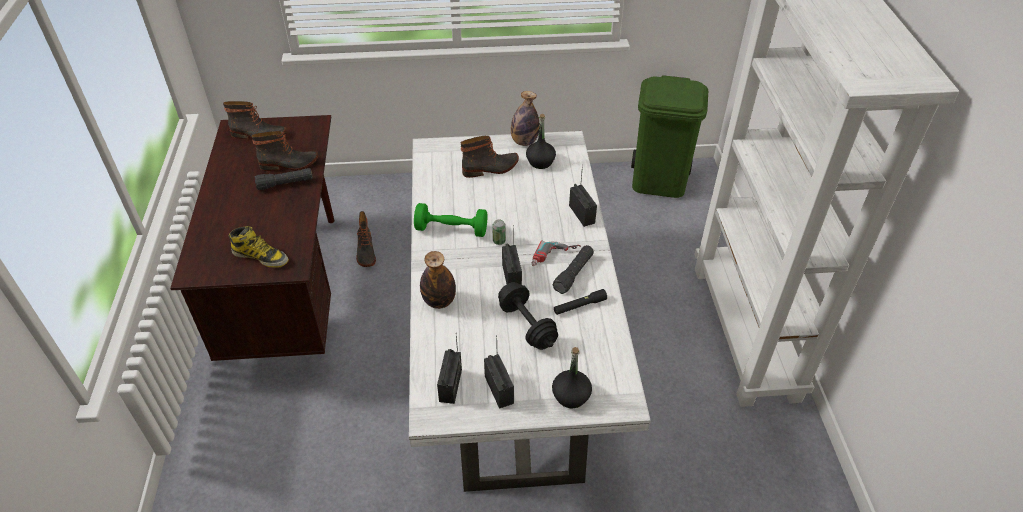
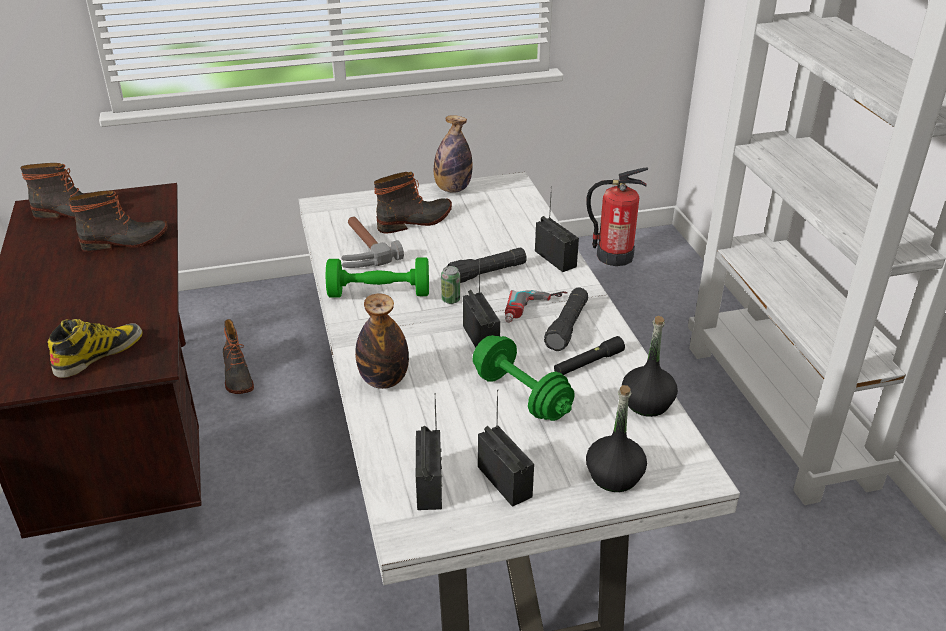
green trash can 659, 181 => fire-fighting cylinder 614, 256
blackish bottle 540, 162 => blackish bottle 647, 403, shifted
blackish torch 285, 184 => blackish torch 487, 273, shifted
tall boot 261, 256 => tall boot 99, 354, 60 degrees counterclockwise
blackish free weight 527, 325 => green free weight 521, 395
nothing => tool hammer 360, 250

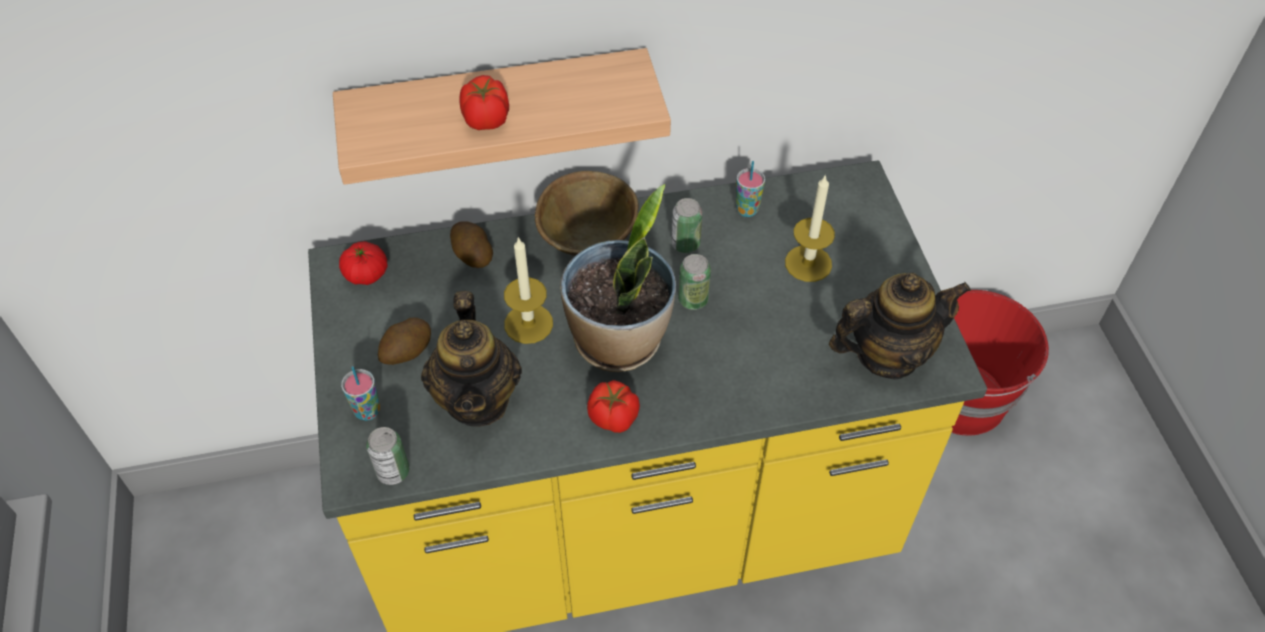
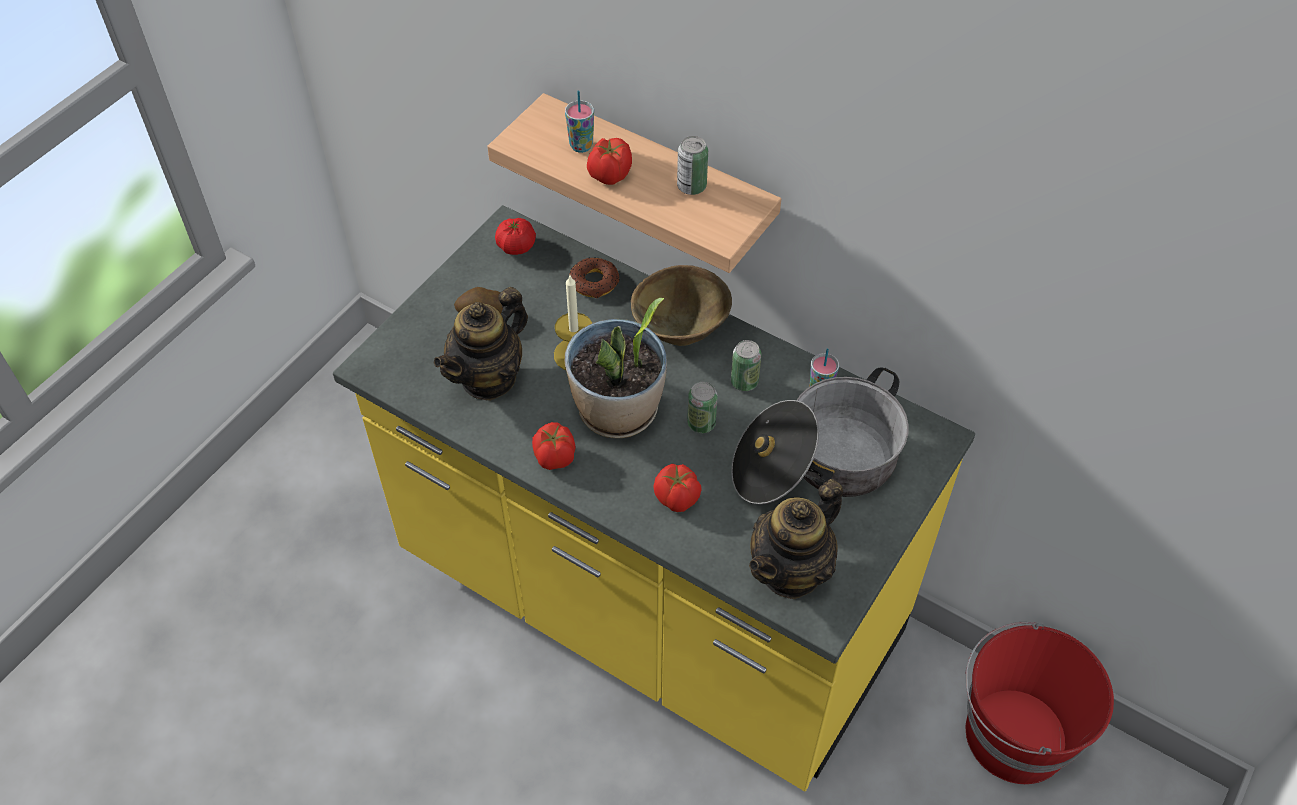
wax candle 808, 263 => saucepot 816, 463
spud 472, 254 => doughnut 594, 282
tea pot 887, 354 => tea pot 791, 571, 105 degrees clockwise
cup 367, 411 => cup 581, 146, shifted
metal can 393, 472 => metal can 691, 186, shifted
nothing => fresh tomato 677, 498

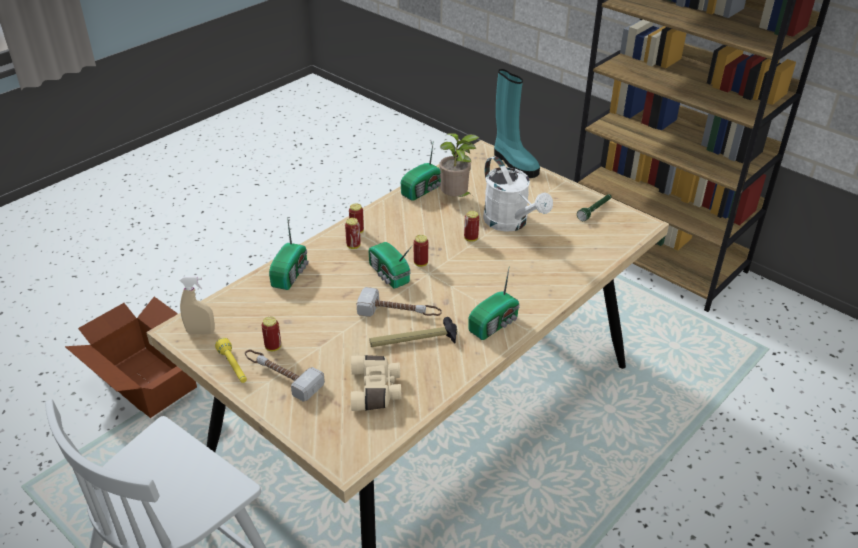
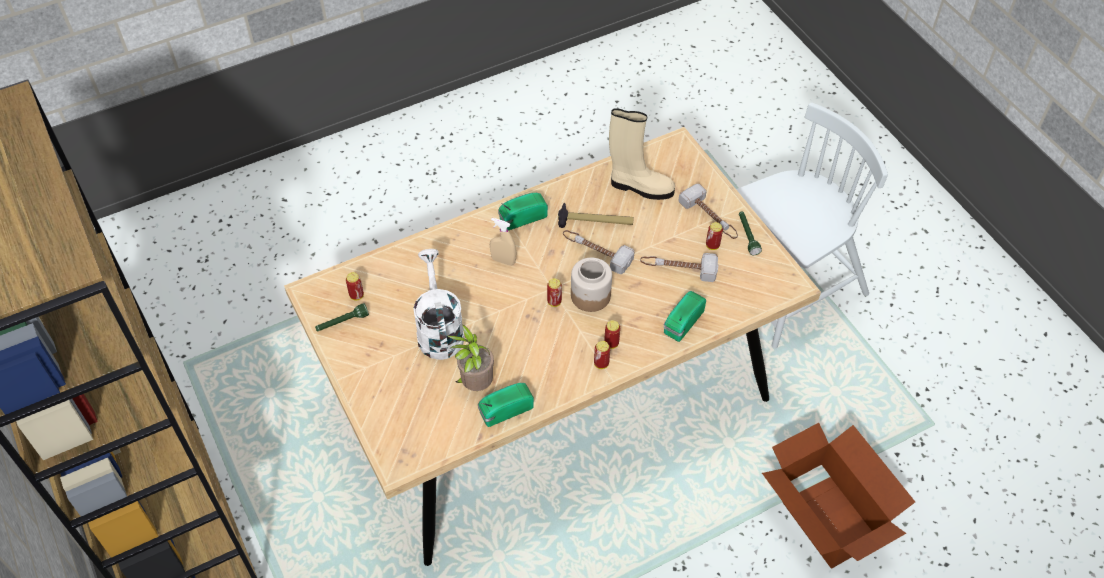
turquoise-coloured tall boot 514, 163 => nothing
metal can 471, 238 => metal can 356, 295, shifted
radio set 389, 275 => storage jar 590, 295
beige spray bottle 200, 332 => beige spray bottle 503, 261, shifted
yellowish torch 233, 367 => green torch 747, 236
beige field glasses 377, 390 => beige tall boot 640, 187
nothing => tool hammer 678, 268

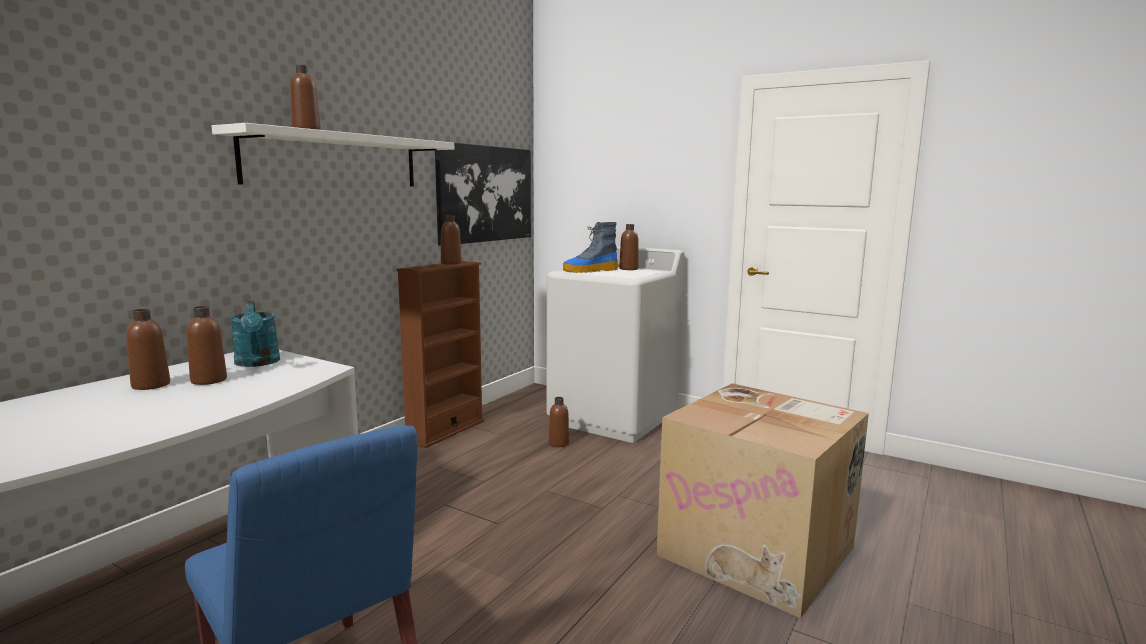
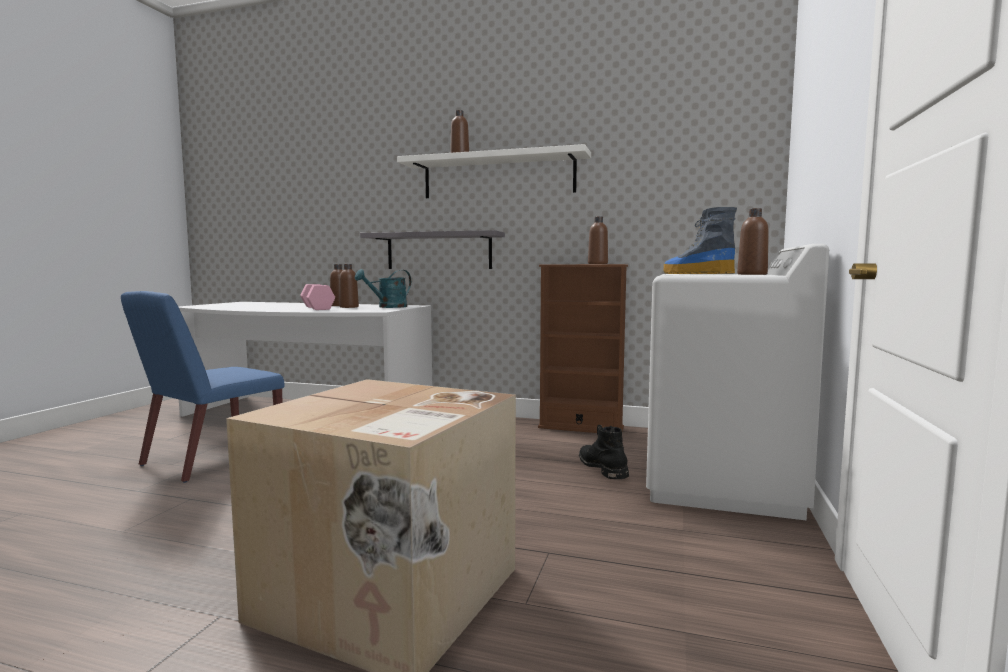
picture 485, 194 => nothing
brown-coloured bottle 558, 443 => blackish tall boot 602, 467
nothing => grey wall shelf 438, 251
nothing => pink free weight 318, 308

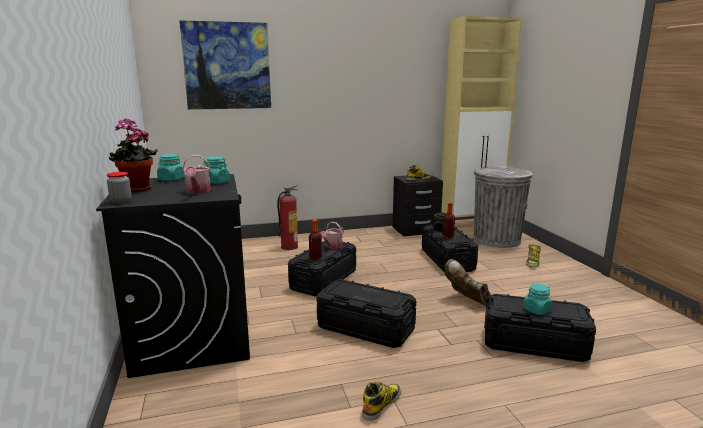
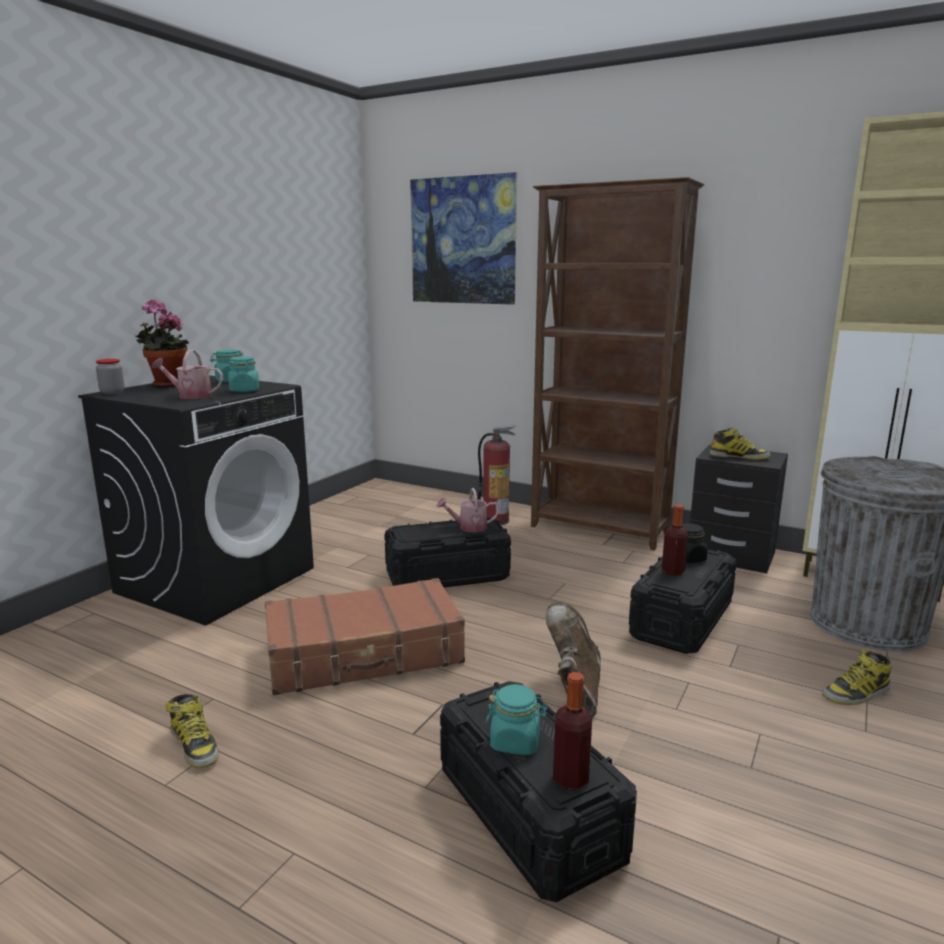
sprinkling can 197, 191 => sprinkling can 190, 396, 60 degrees clockwise
bottle 315, 258 => bottle 570, 778, shifted
blackish storage container 365, 328 => brown-coloured travel case 365, 654
tall boot 381, 404 => tall boot 195, 745, 60 degrees clockwise
nothing => brown-coloured bookcase 600, 530

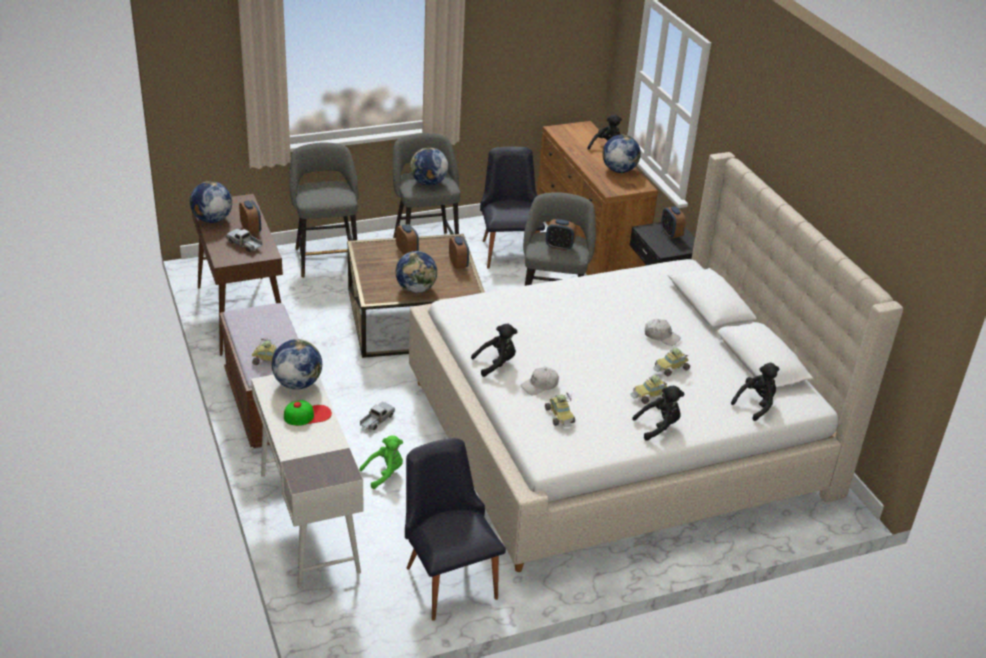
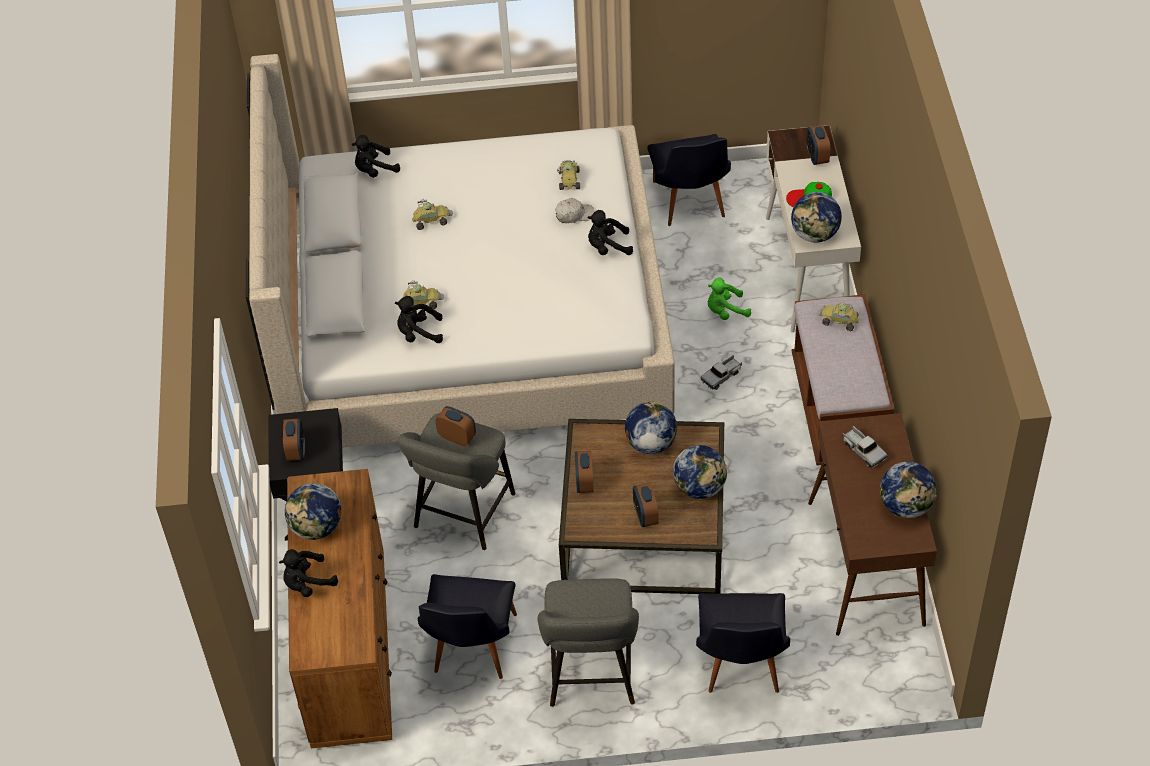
grey stool seat 326, 258 => blackish plain chair 741, 667
world globe 428, 183 => world globe 700, 487, shifted
alarm clock 251, 229 => alarm clock 817, 157, shifted
whitish peaked cap 661, 336 => nothing
toy car 650, 396 => toy car 421, 302, shifted
blackish cuddly toy 659, 426 => blackish cuddly toy 418, 333, shifted

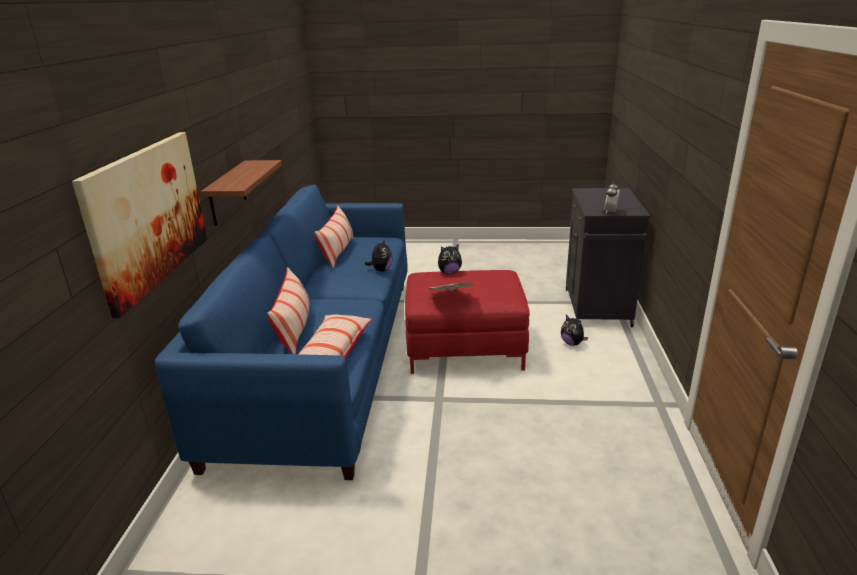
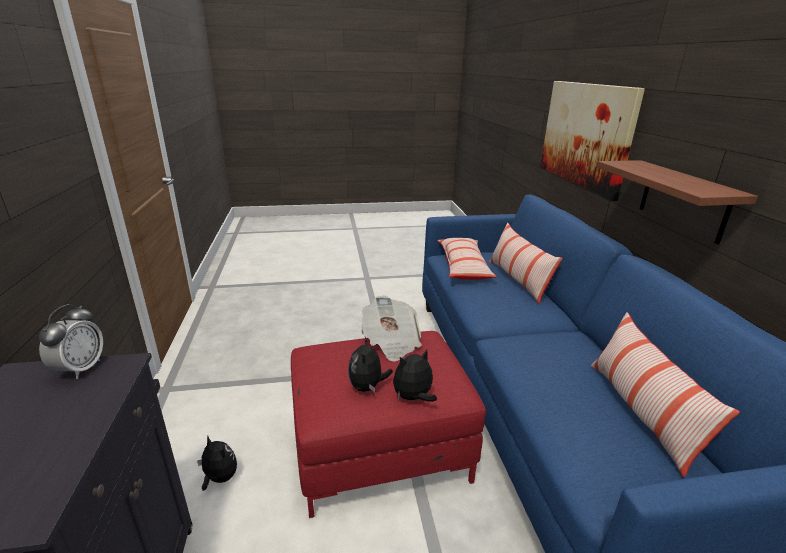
cuddly toy 381, 270 => cuddly toy 367, 387, shifted

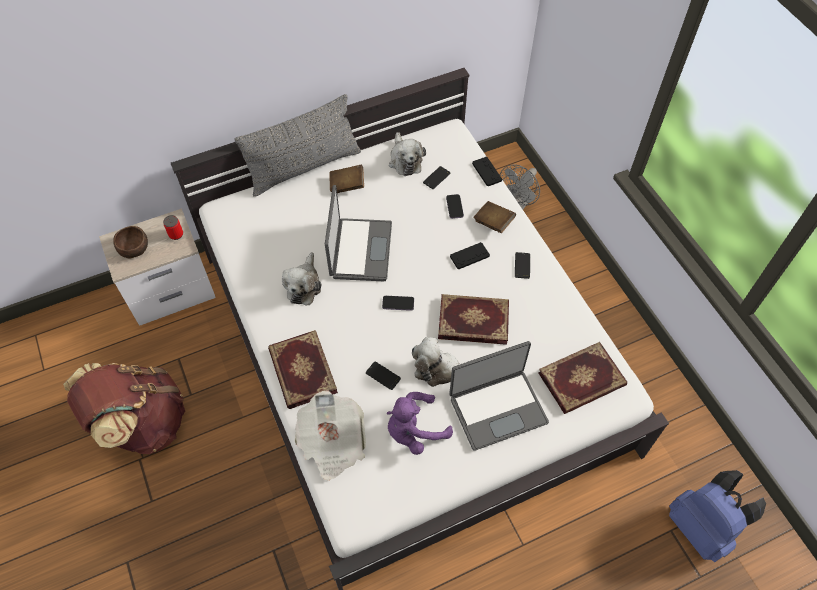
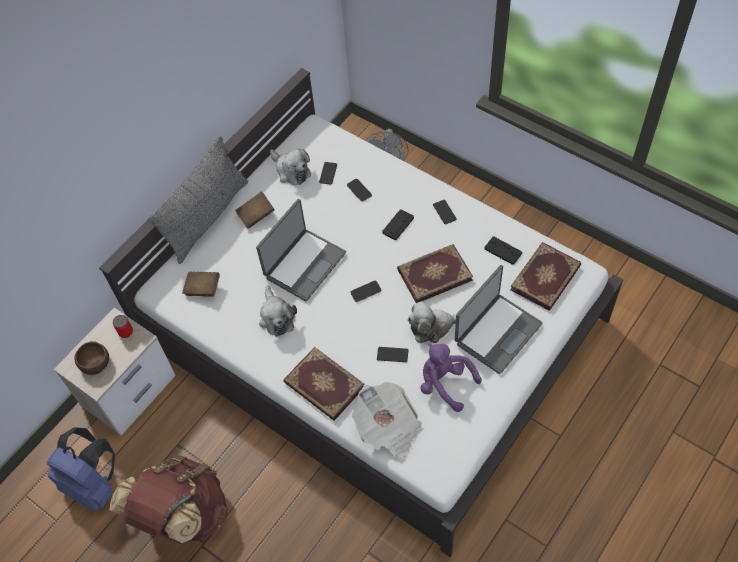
blackish game controller 487, 172 => blackish game controller 503, 251, shifted
laptop 359, 250 => laptop 304, 264, 60 degrees clockwise
brown-coloured bound book 493, 222 => brown-coloured bound book 203, 289, shifted
purple-coloured cuddly toy 414, 431 => purple-coloured cuddly toy 445, 384, 90 degrees clockwise
blue-coloured rucksack 701, 527 => blue-coloured rucksack 94, 484, shifted

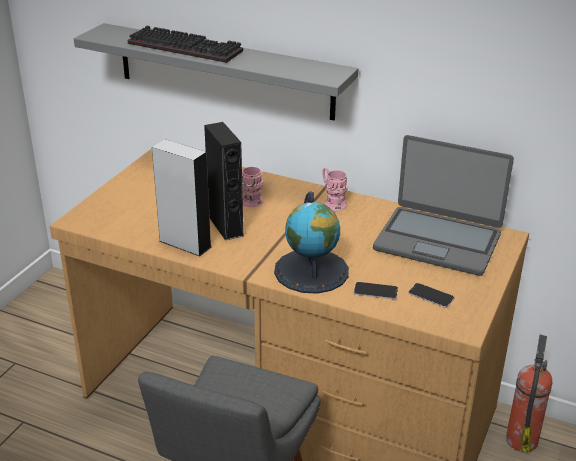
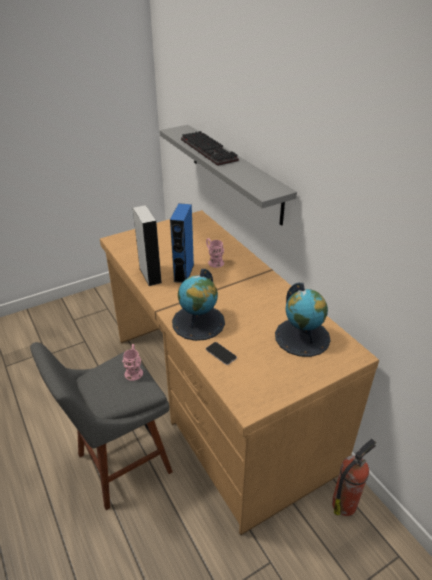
blackish audio speaker 225, 225 => blue-coloured audio speaker 184, 273
laptop 438, 241 => world globe 302, 337
pink mug 332, 202 => pink mug 134, 370, shifted
phone 431, 296 => nothing

